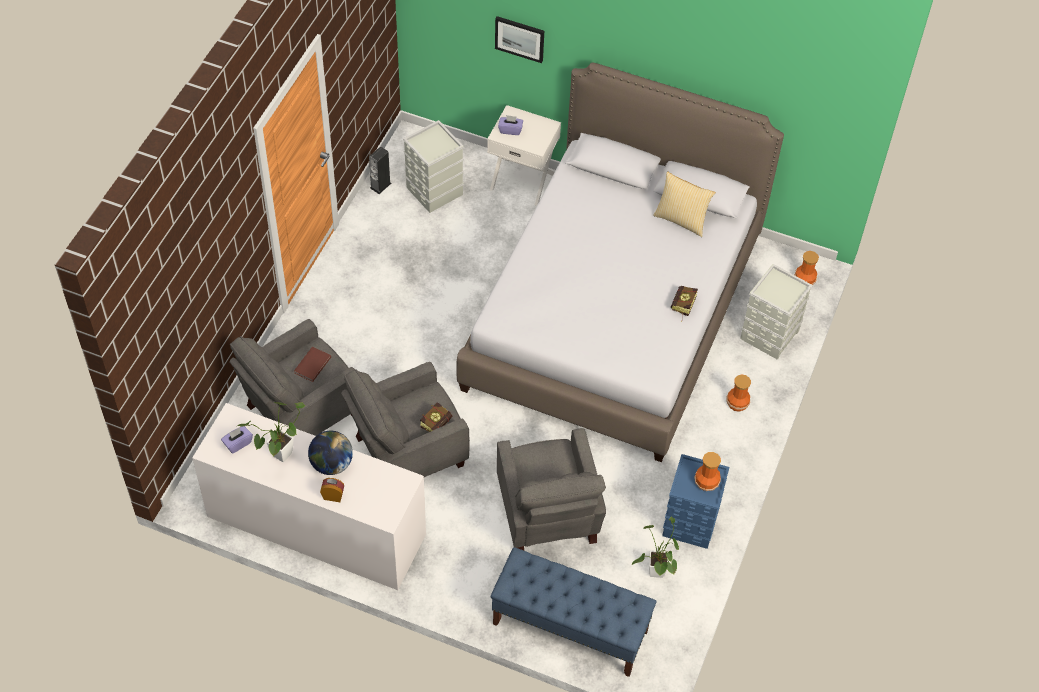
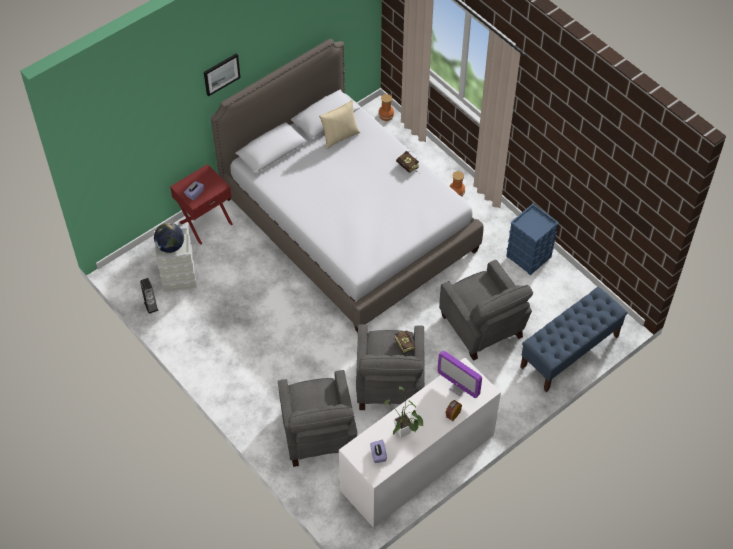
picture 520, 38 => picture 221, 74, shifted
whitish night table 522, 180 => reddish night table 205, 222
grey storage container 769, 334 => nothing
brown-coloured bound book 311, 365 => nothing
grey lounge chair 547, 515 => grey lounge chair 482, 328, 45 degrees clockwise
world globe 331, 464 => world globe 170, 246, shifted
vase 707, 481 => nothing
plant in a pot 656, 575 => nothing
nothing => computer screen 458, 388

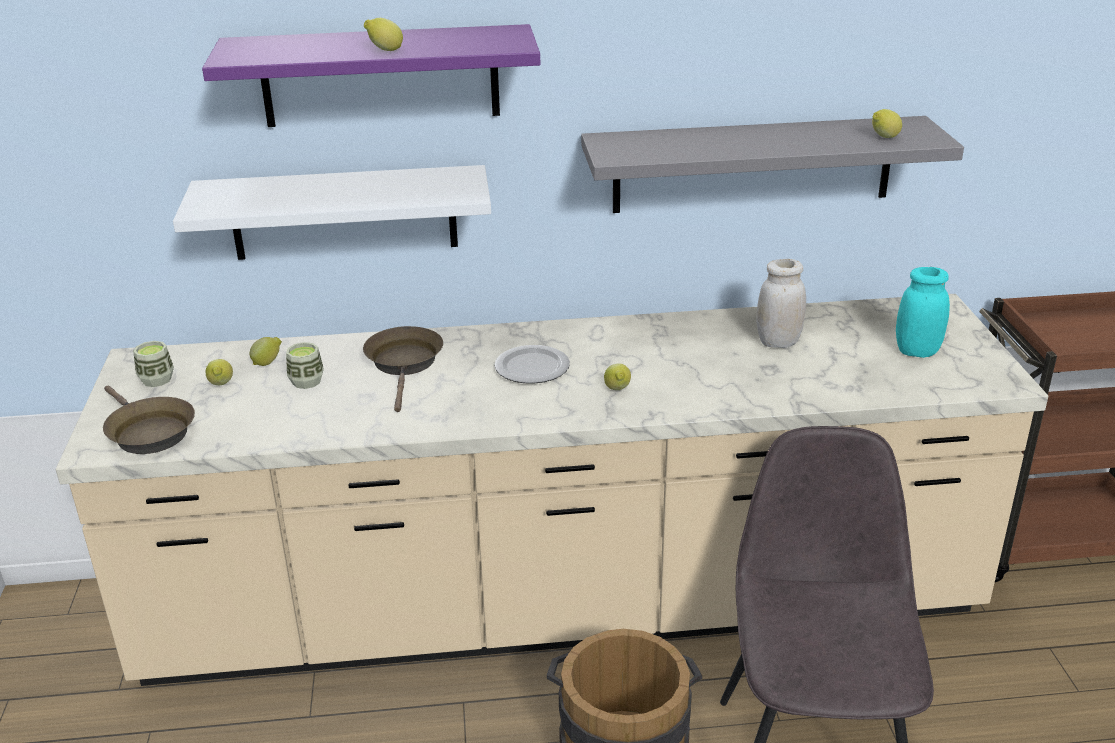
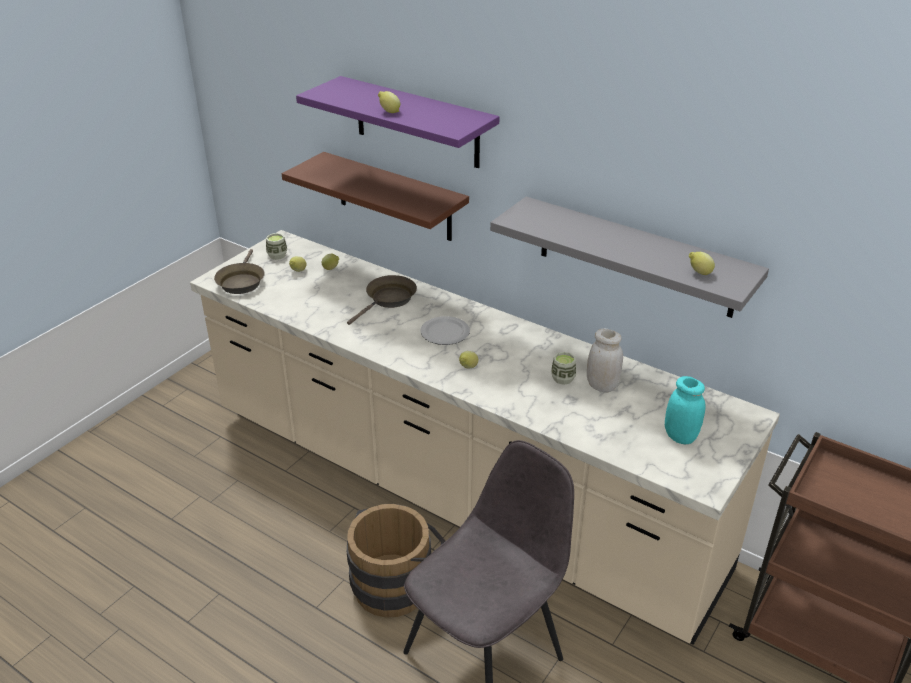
whitish wall shelf 344, 213 => brown-coloured wall shelf 394, 197
cup 306, 381 => cup 563, 378, shifted

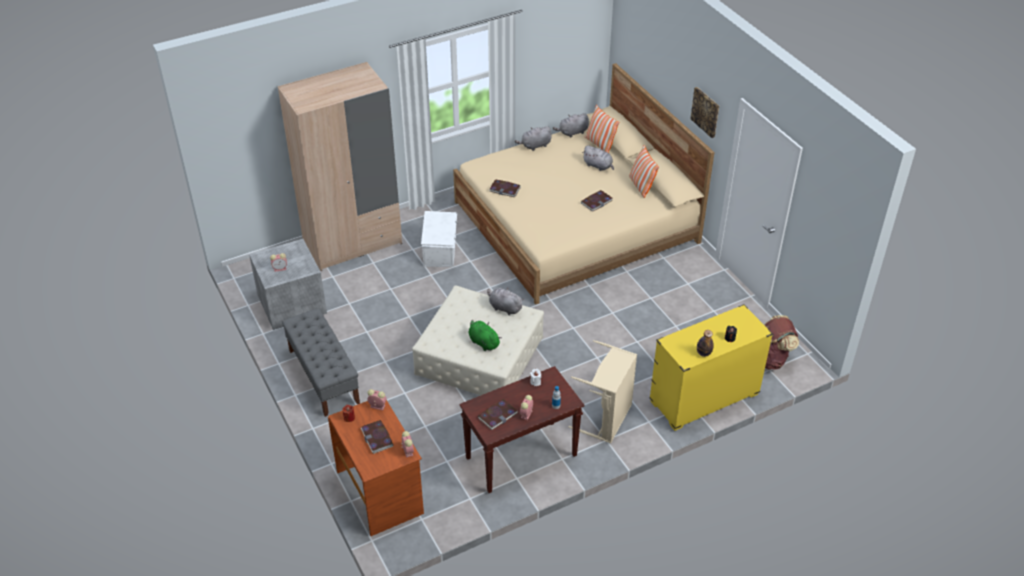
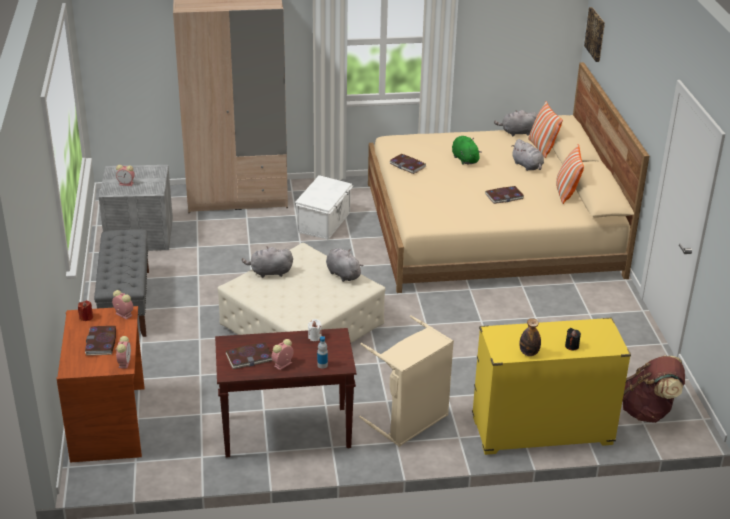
picture 706, 112 => picture 596, 34, shifted
grey cuddly toy 535, 146 => grey cuddly toy 269, 272, shifted
green cuddly toy 483, 342 => green cuddly toy 464, 159, shifted

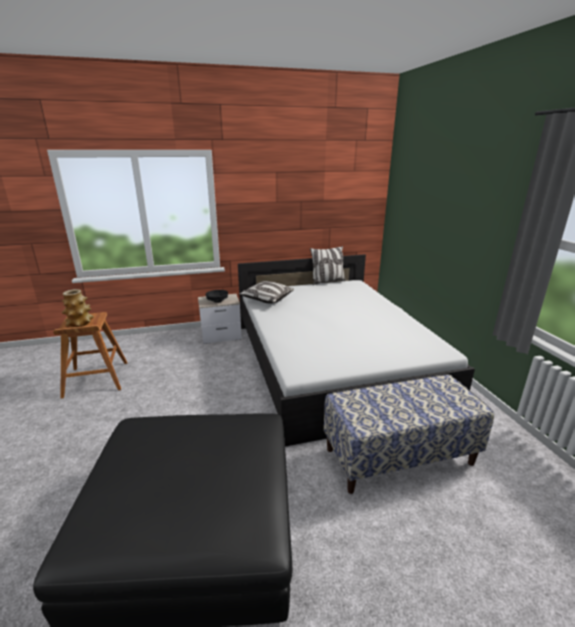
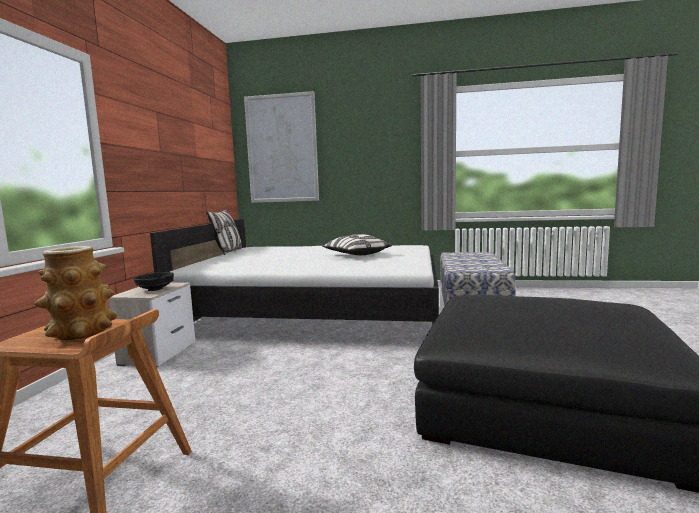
cushion 267, 299 => cushion 356, 255, shifted
nothing => picture 282, 149

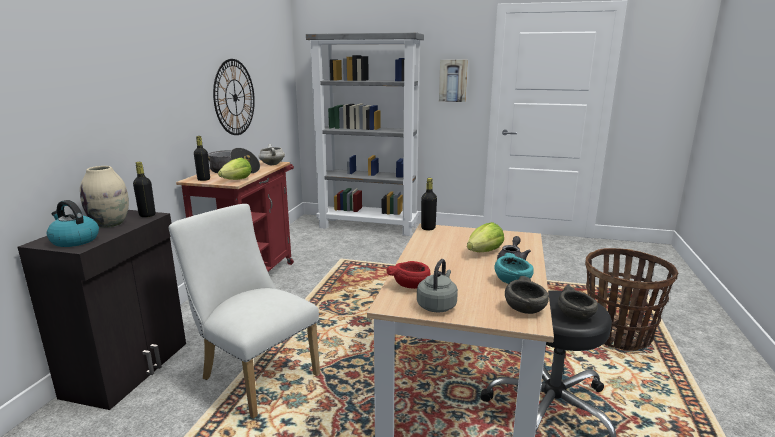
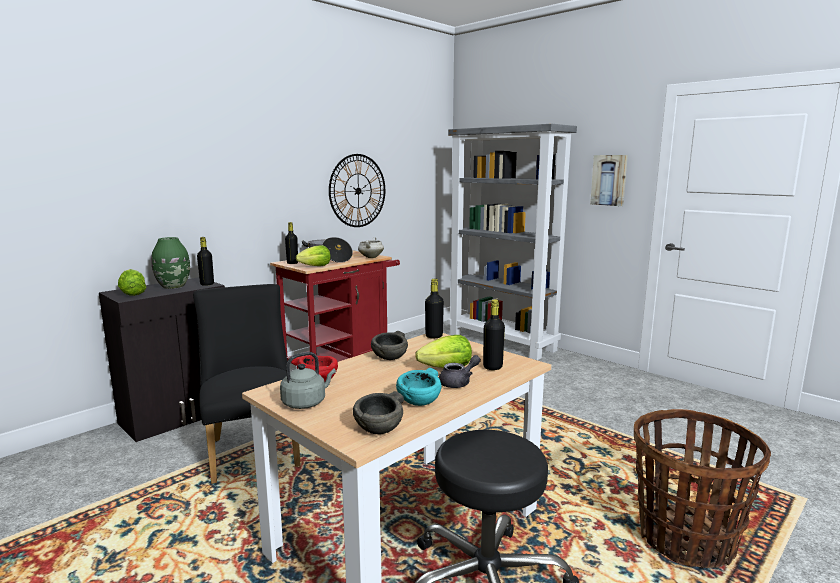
beige vase 110, 224 => green vase 174, 286
water kettle 74, 240 => head of lettuce 132, 294
whitish plain chair 254, 374 => blackish plain chair 252, 449
grey deep dish 575, 315 => grey deep dish 390, 357, shifted
nothing => blackish bottle 492, 367

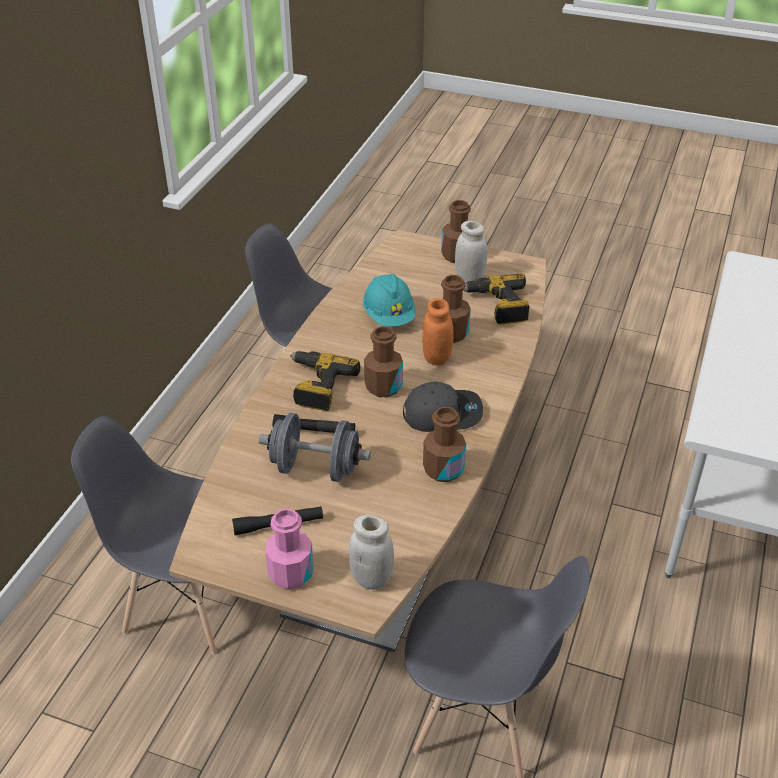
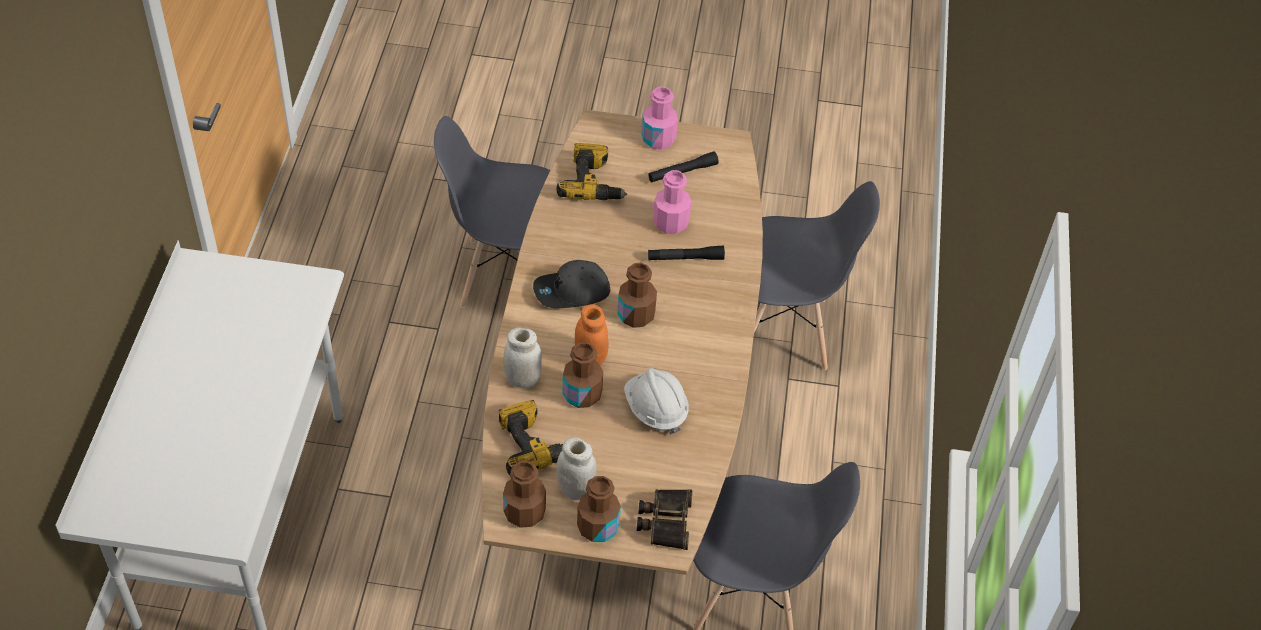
turquoise-coloured work helmet 389, 316 => whitish work helmet 655, 409
power drill 317, 386 => power drill 593, 182, shifted
brown-coloured bottle 443, 469 => brown-coloured bottle 524, 512, shifted
grey free weight 315, 468 => pink bottle 670, 222
whitish storage jar 371, 578 => whitish storage jar 522, 379, shifted
nothing => field glasses 665, 521

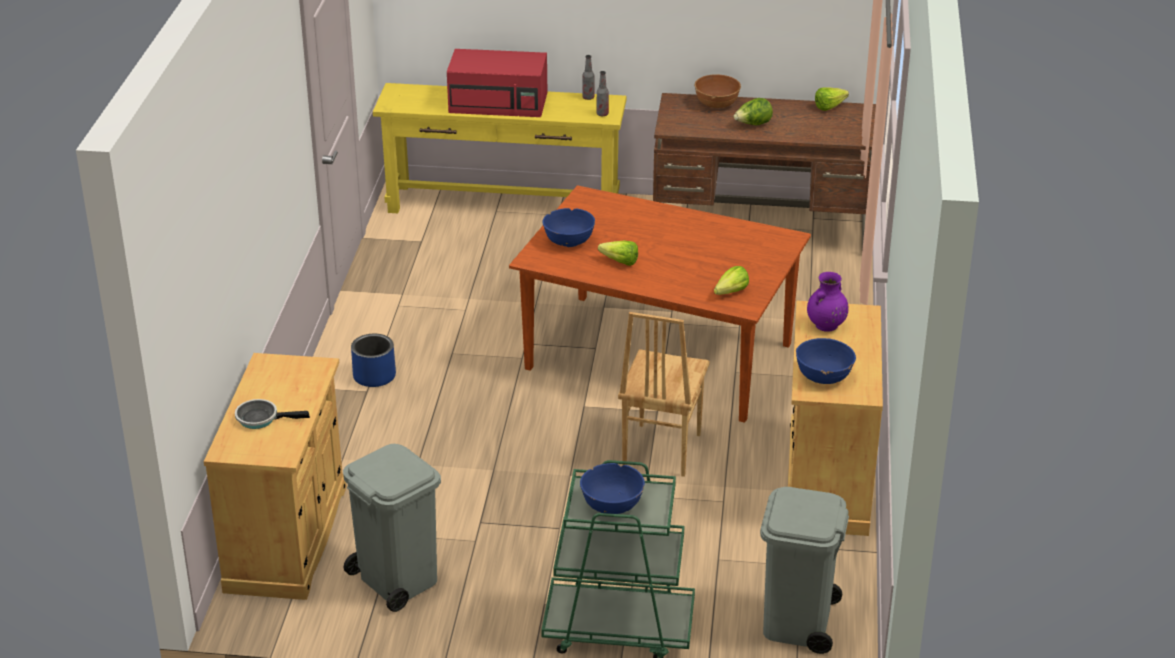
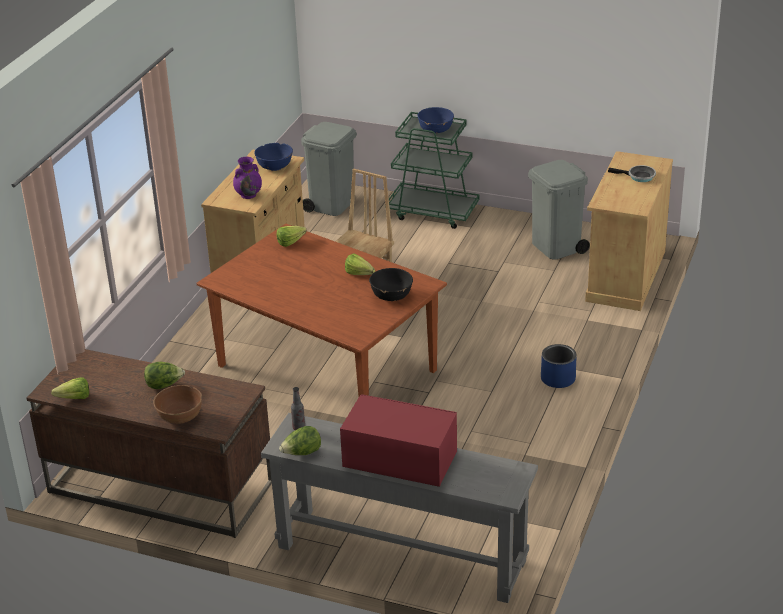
bottle 588, 97 => head of lettuce 302, 453
yellowish narrow table 503, 205 => grey narrow table 401, 553
blue-coloured deep dish 569, 241 => blackish deep dish 391, 296

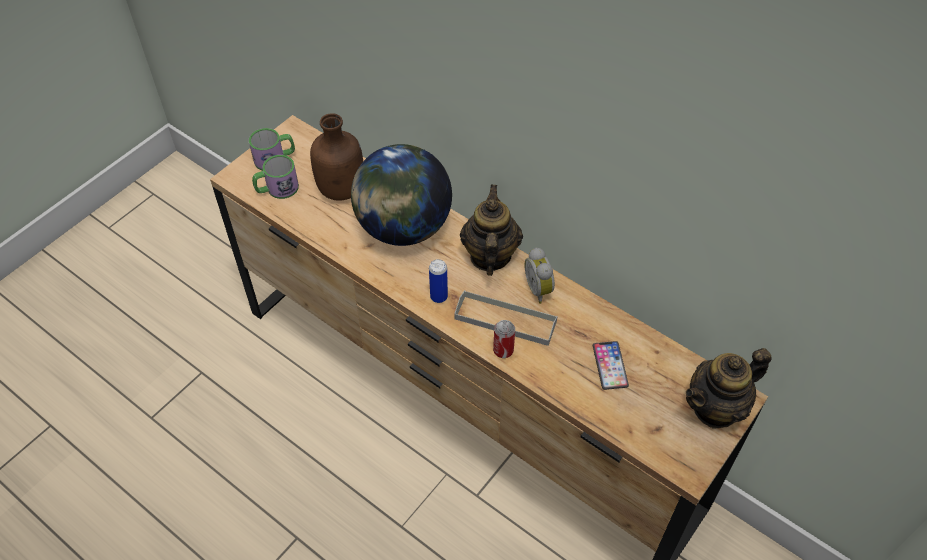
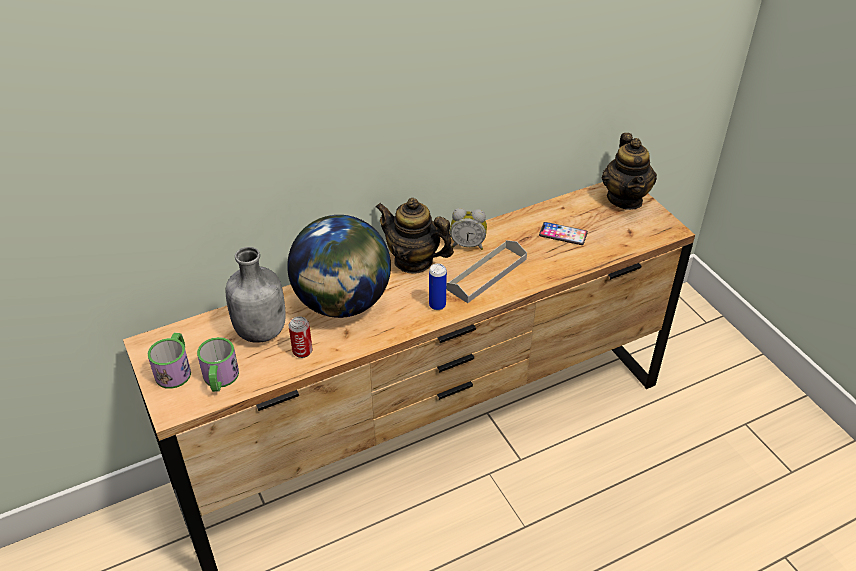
brown-coloured bottle 342, 189 => grey bottle 261, 330
metal can 503, 350 => metal can 302, 351, shifted

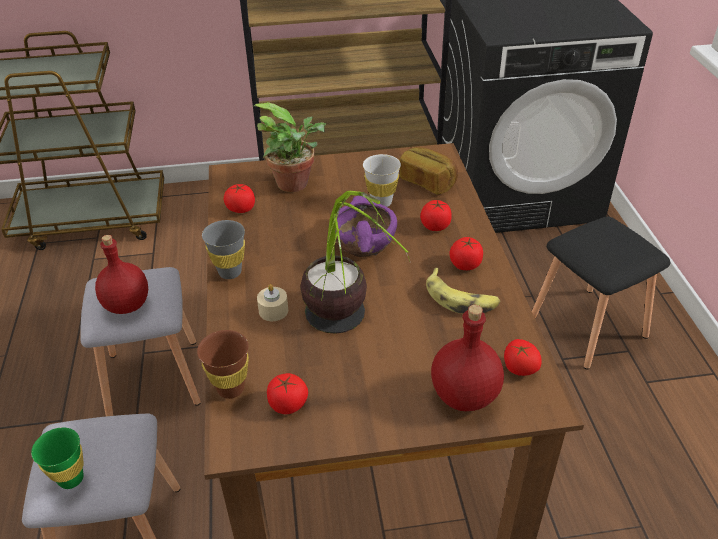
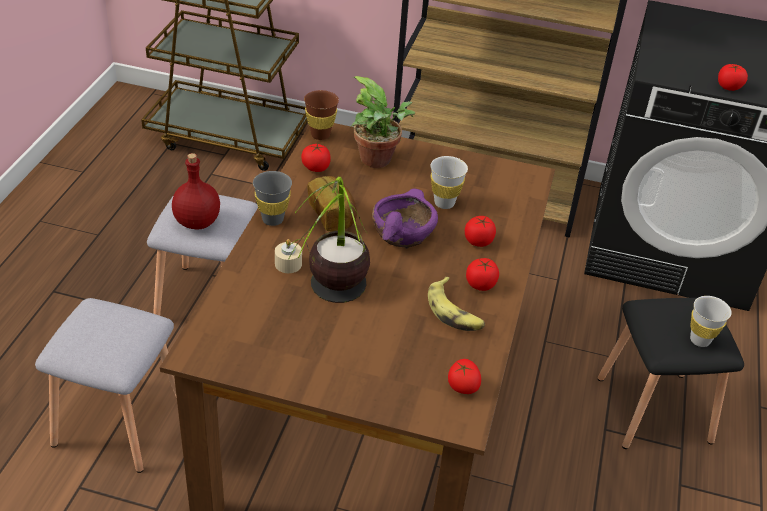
bakery bread 428, 182 => bakery bread 332, 215, shifted
reddish bottle 464, 396 => nothing
brown-coloured cup 231, 388 => brown-coloured cup 320, 135, shifted
fresh tomato 288, 404 => fresh tomato 728, 87, shifted
green cup 71, 479 => nothing
nothing => whitish cup 700, 340

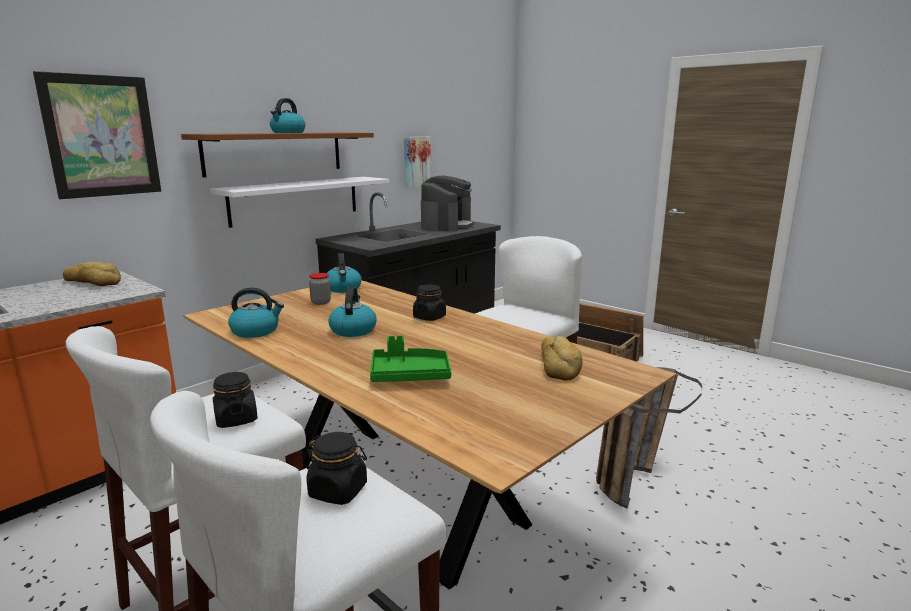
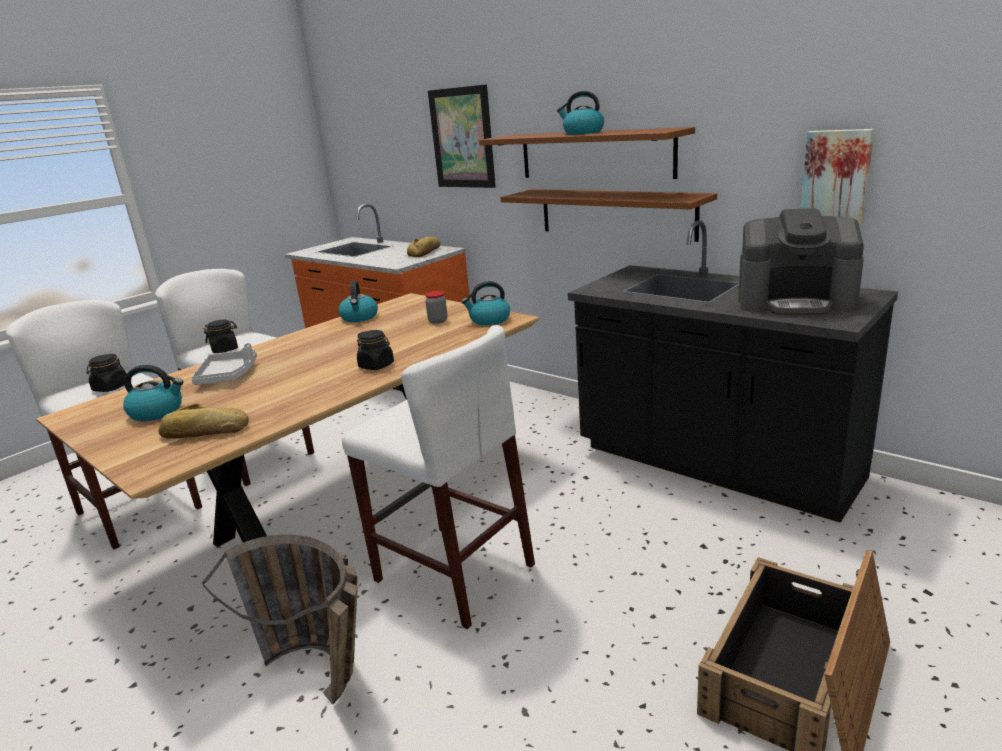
whitish wall shelf 296, 200 => brown-coloured wall shelf 615, 213
water kettle 353, 330 => water kettle 157, 412, shifted
green tray 409, 375 => grey tray 228, 376

